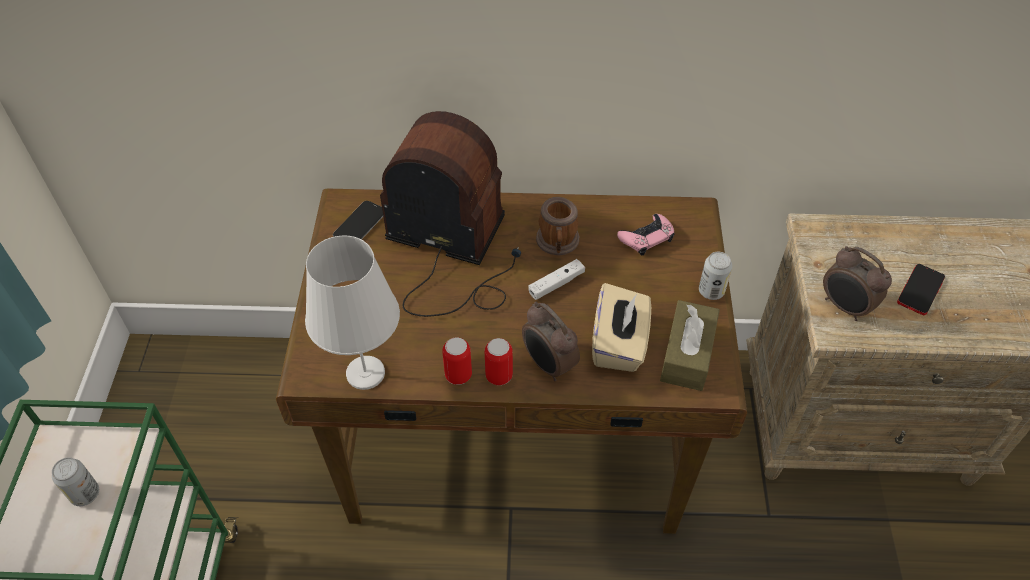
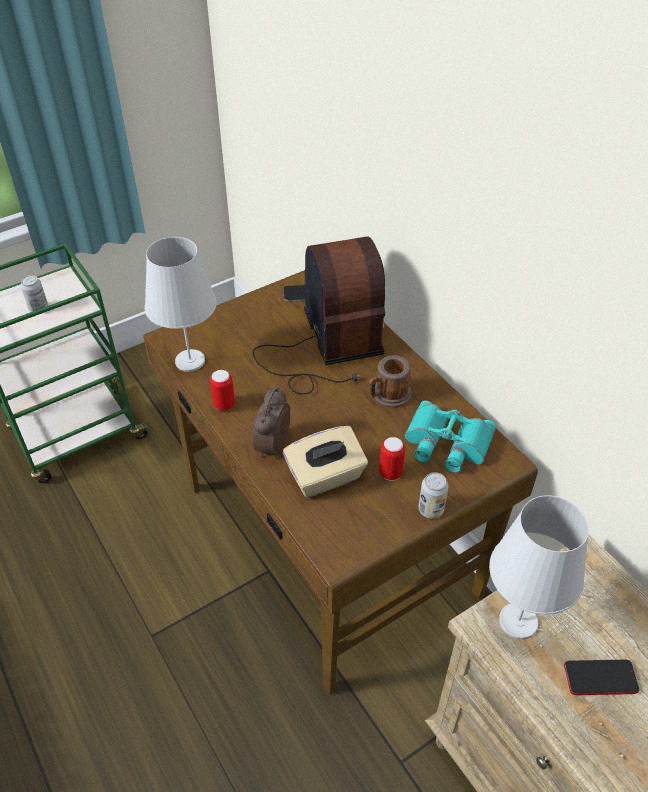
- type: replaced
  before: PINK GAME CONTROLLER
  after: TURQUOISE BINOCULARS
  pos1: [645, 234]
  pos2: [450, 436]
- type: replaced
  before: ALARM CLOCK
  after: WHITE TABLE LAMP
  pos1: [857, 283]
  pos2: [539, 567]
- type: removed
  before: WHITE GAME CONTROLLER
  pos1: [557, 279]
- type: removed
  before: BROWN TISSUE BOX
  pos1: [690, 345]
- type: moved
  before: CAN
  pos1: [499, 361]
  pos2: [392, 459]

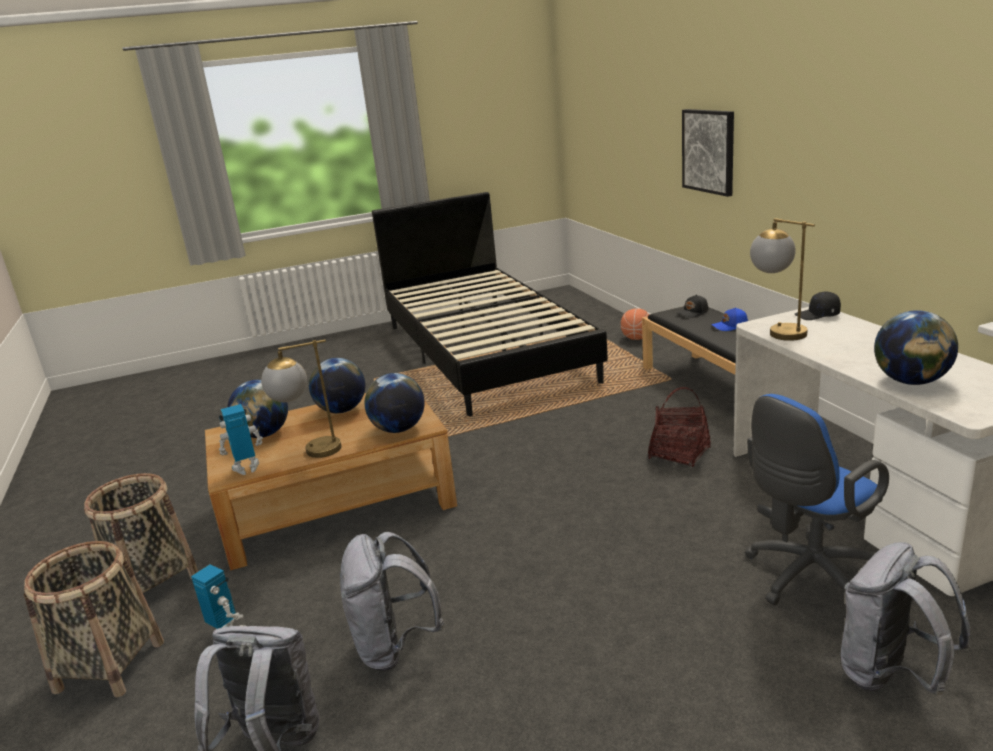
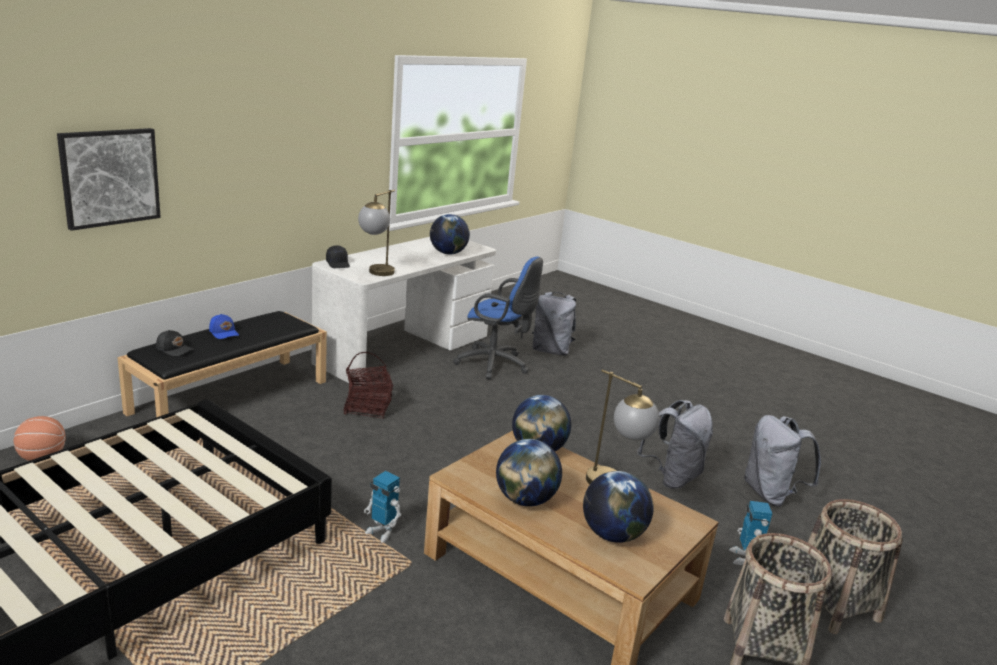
- type: moved
  before: TOY ROBOT
  pos1: [241, 439]
  pos2: [382, 507]

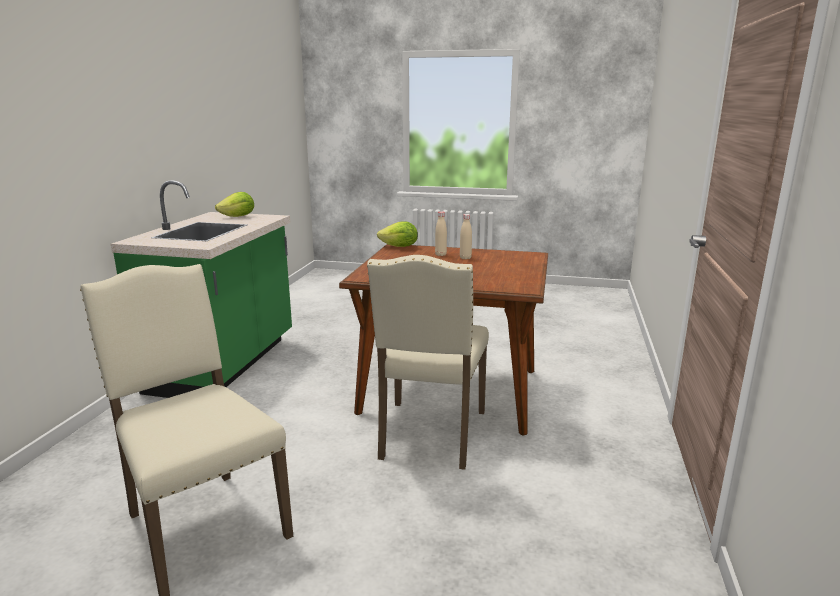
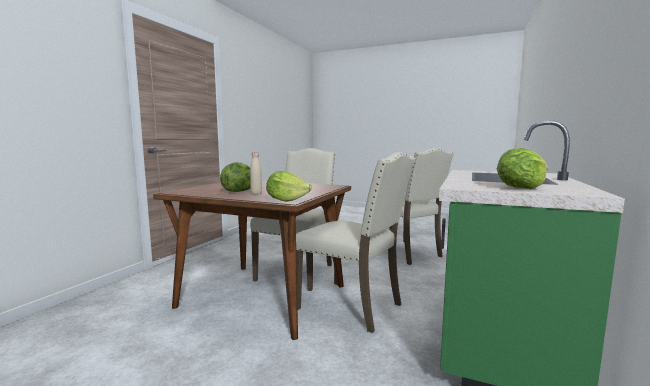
- type: replaced
  before: BEIGE BOTTLE
  after: LETTUCE
  pos1: [466, 236]
  pos2: [235, 177]
- type: added
  after: BEIGE CHAIR
  pos2: [356, 242]

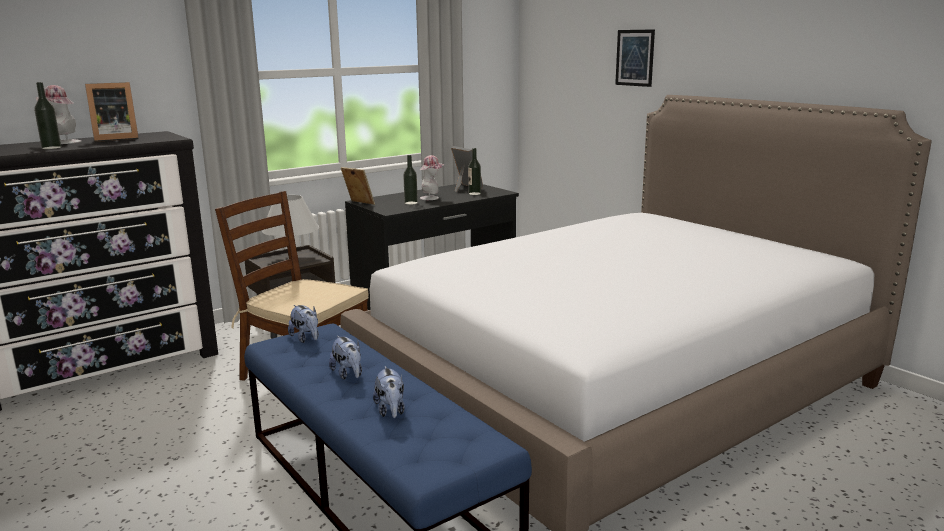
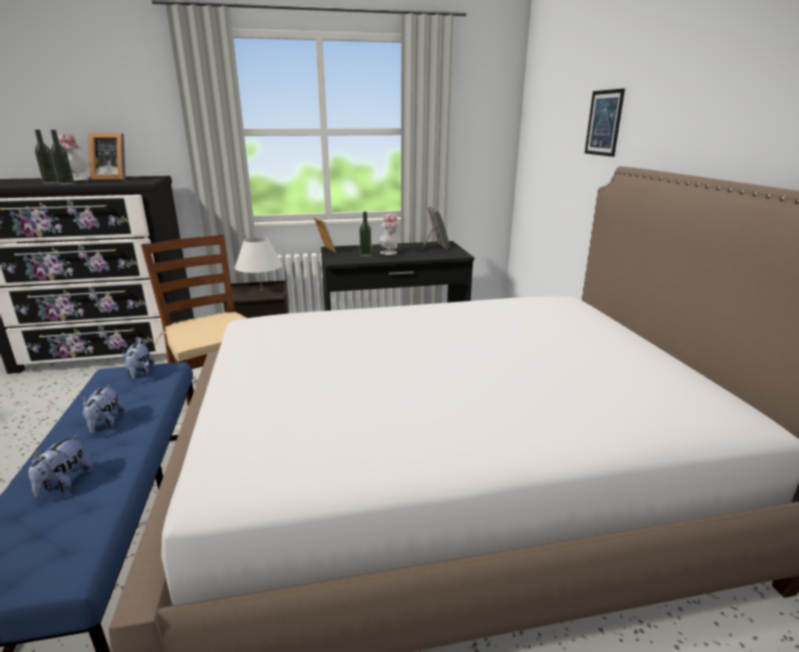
- type: moved
  before: BOTTLE
  pos1: [474, 171]
  pos2: [62, 157]

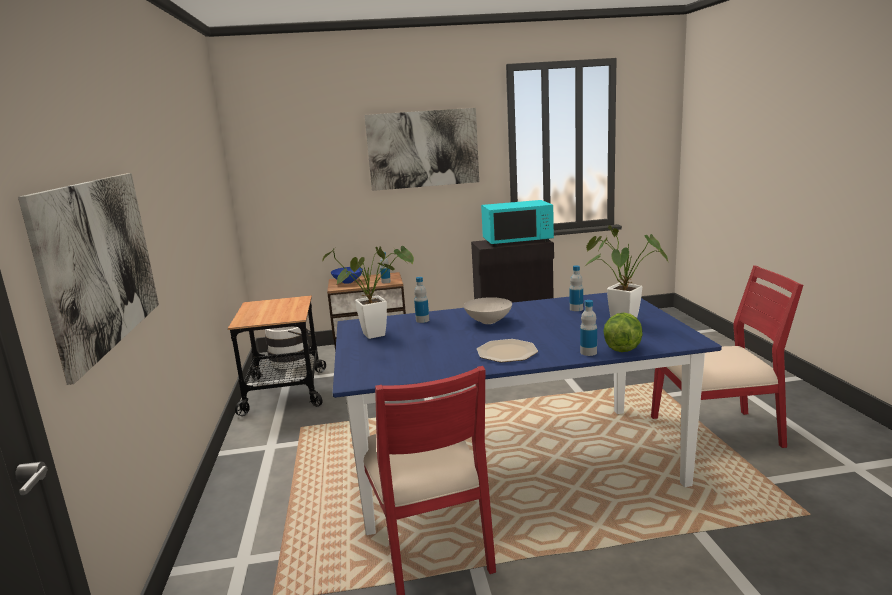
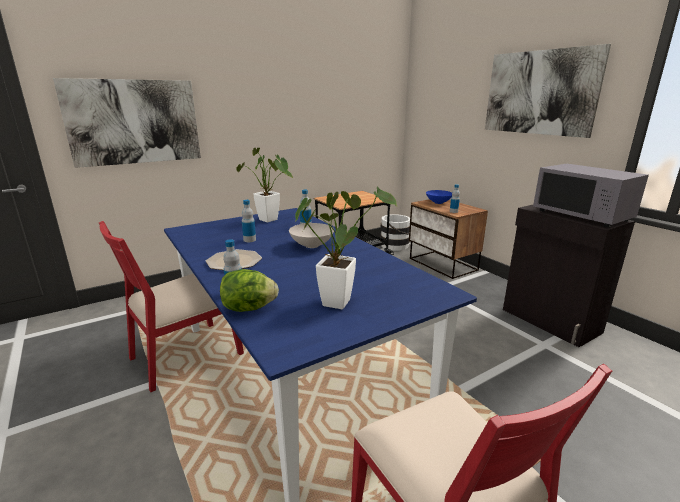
- type: recoloured
  before: TURQUOISE MICROWAVE
  after: GREY MICROWAVE
  pos1: [517, 223]
  pos2: [591, 195]
- type: moved
  before: BOTTLE
  pos1: [576, 288]
  pos2: [249, 221]

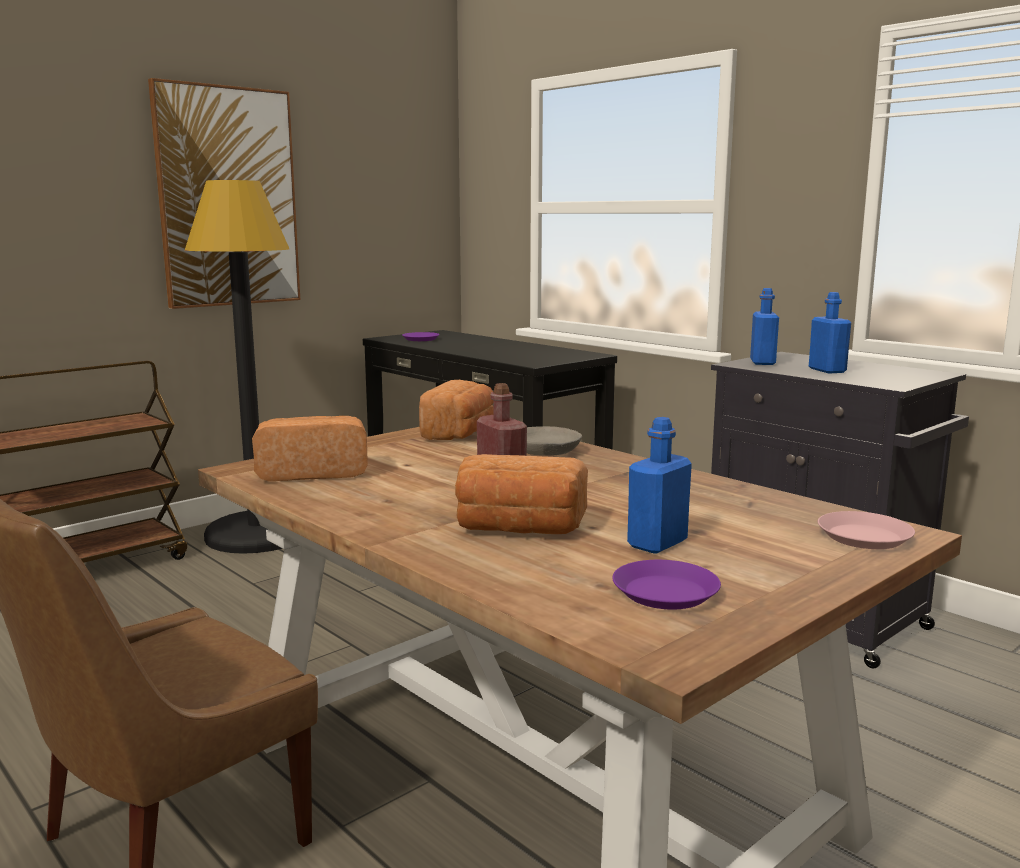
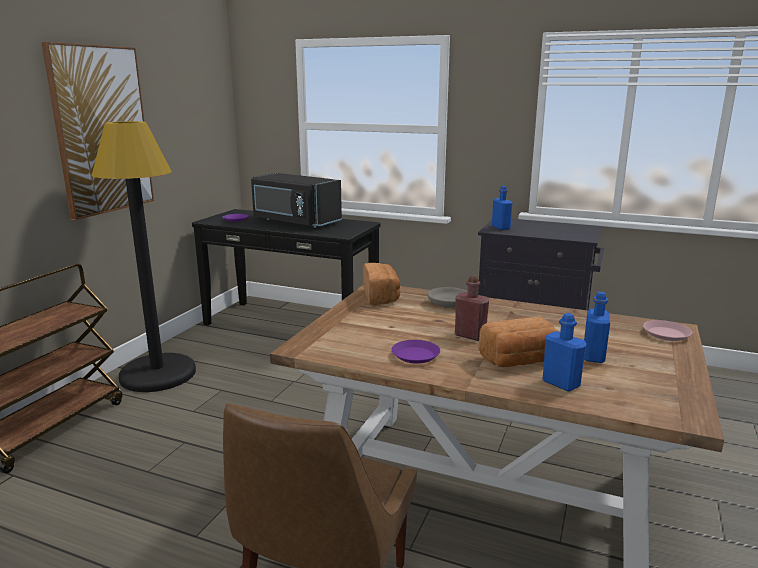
- type: moved
  before: BLUE BOTTLE
  pos1: [830, 332]
  pos2: [565, 352]
- type: removed
  before: BREAD
  pos1: [310, 448]
- type: moved
  before: PURPLE PLATE
  pos1: [666, 585]
  pos2: [416, 352]
- type: added
  after: BLACK MICROWAVE
  pos2: [296, 200]

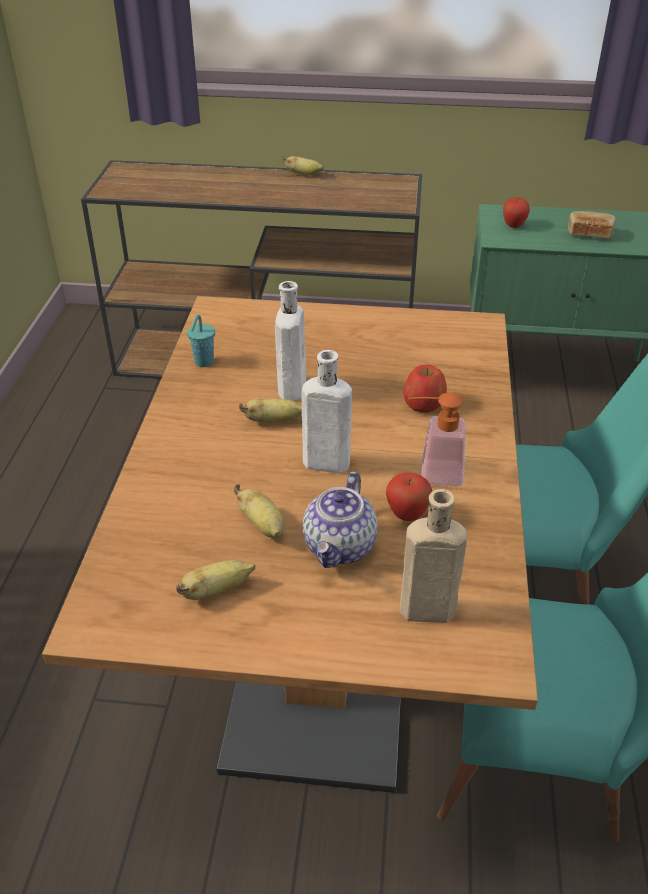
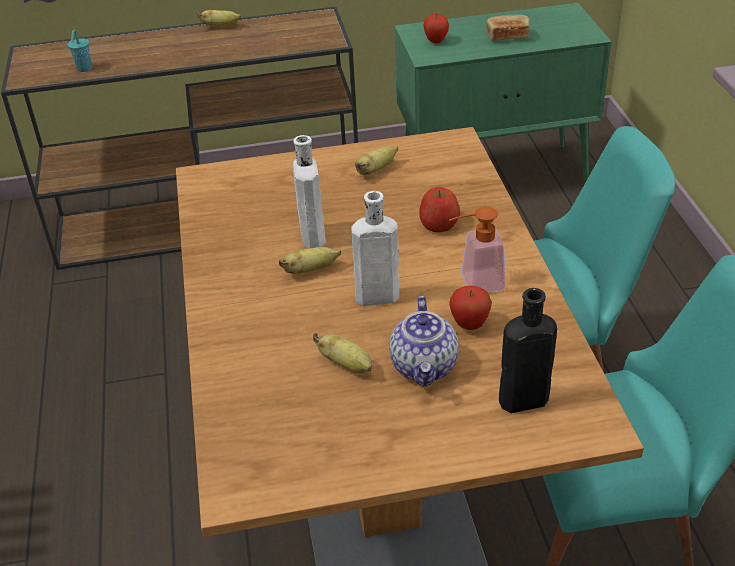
- type: moved
  before: TURQUOISE CUP
  pos1: [201, 341]
  pos2: [79, 50]
- type: recoloured
  before: BEIGE BOTTLE
  after: BLACK BOTTLE
  pos1: [433, 556]
  pos2: [528, 350]
- type: moved
  before: BANANA
  pos1: [215, 580]
  pos2: [376, 160]

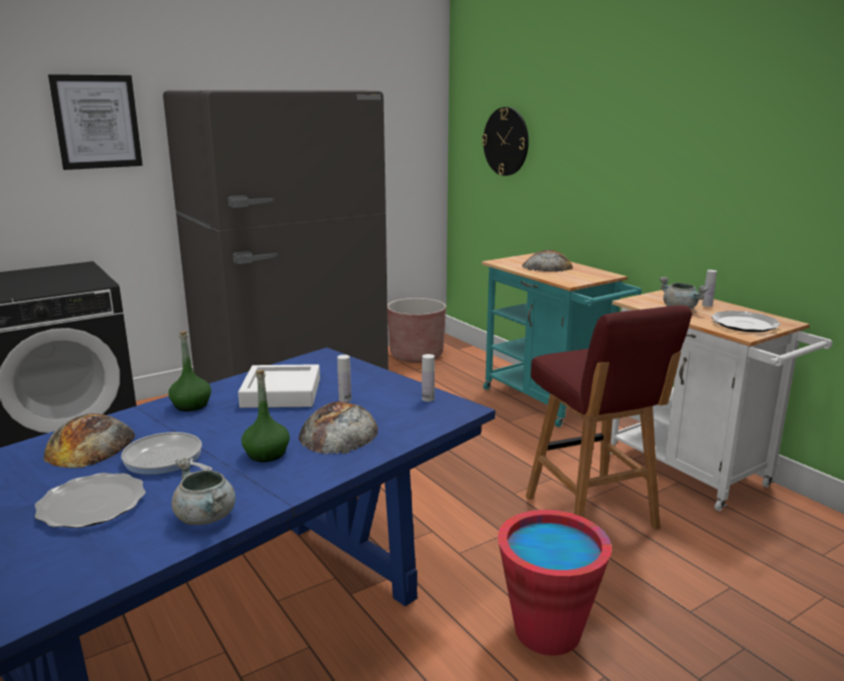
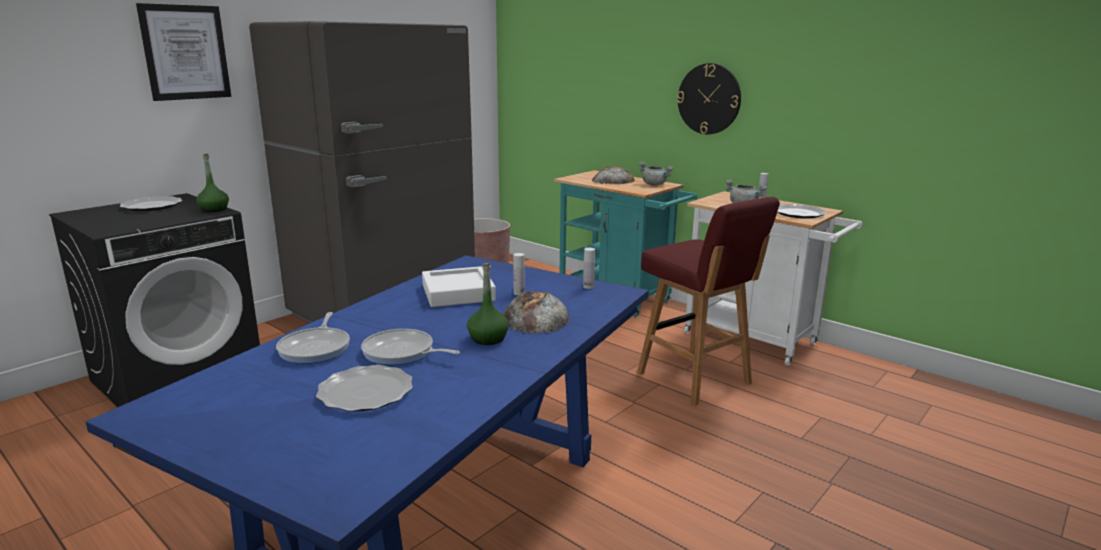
- type: moved
  before: WALL CLOCK
  pos1: [505, 141]
  pos2: [709, 98]
- type: moved
  before: GREEN BOTTLE
  pos1: [189, 371]
  pos2: [212, 182]
- type: replaced
  before: BREAD
  after: FRYING PAN
  pos1: [90, 440]
  pos2: [313, 338]
- type: moved
  before: GREY COOKING POT
  pos1: [203, 491]
  pos2: [656, 173]
- type: removed
  before: RED BUCKET
  pos1: [555, 582]
- type: added
  after: PLATE
  pos2: [151, 203]

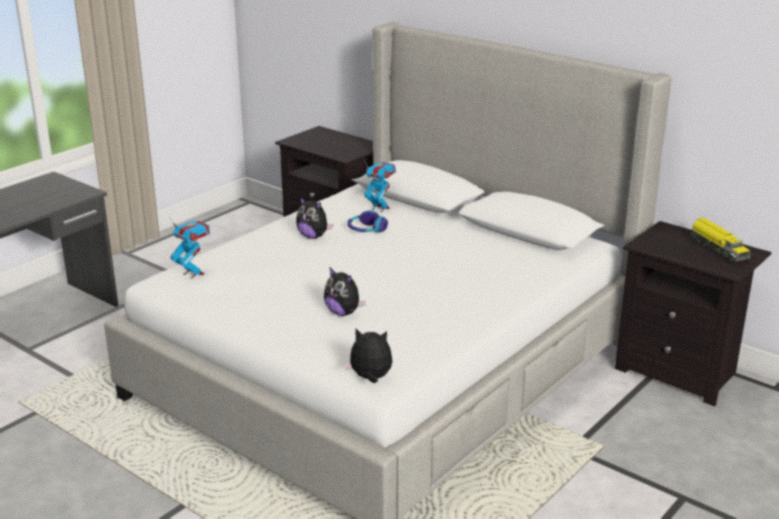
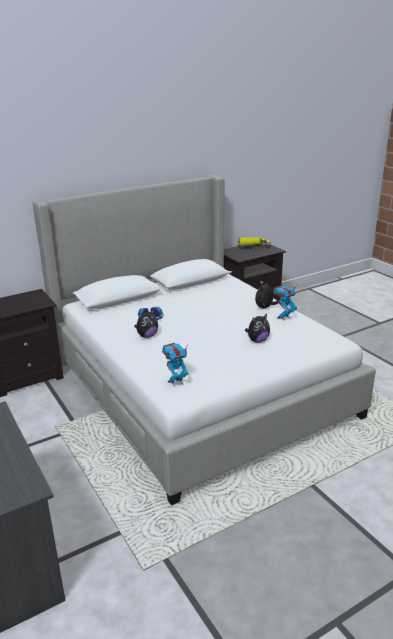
- type: moved
  before: TOY ROBOT
  pos1: [380, 185]
  pos2: [285, 303]
- type: moved
  before: PLUSH TOY
  pos1: [368, 356]
  pos2: [267, 295]

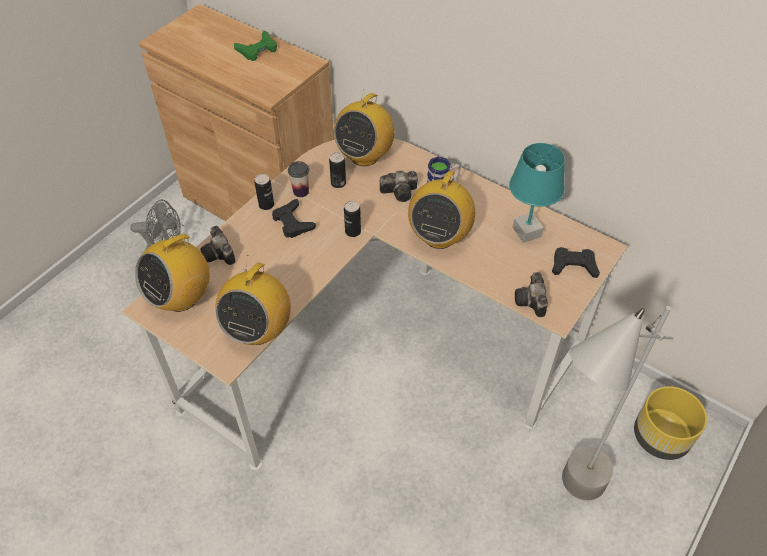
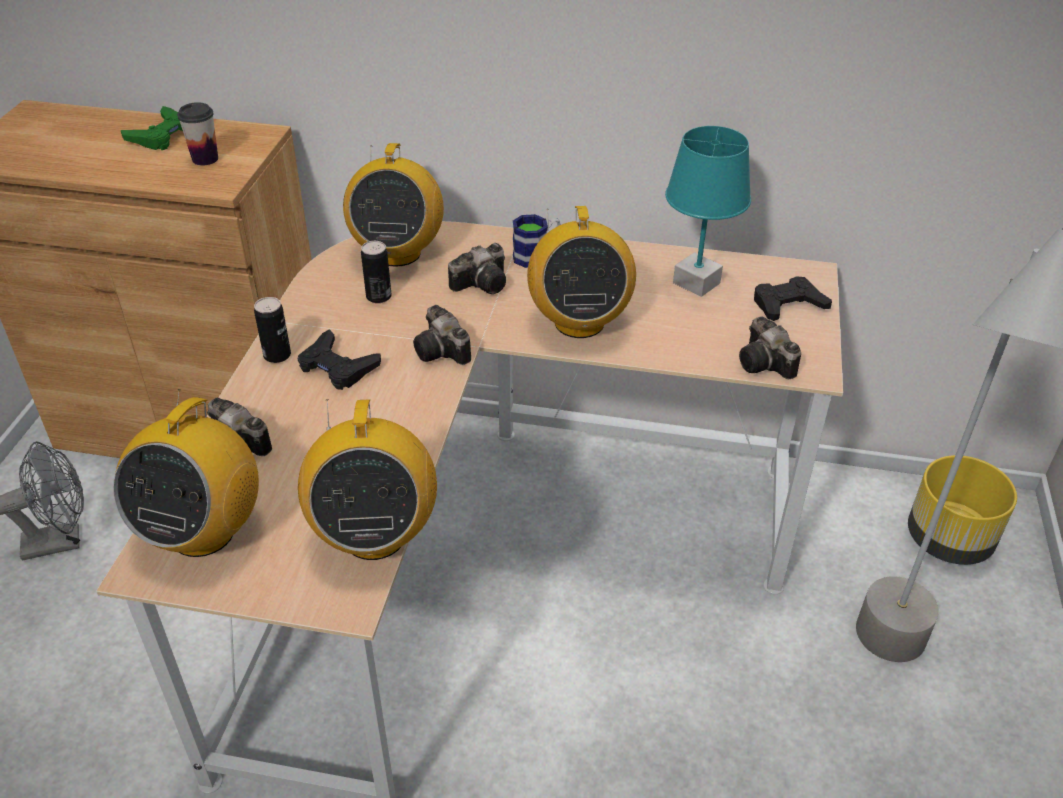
- type: moved
  before: CUP
  pos1: [298, 179]
  pos2: [197, 133]
- type: replaced
  before: CAN
  after: PHOTO CAMERA
  pos1: [352, 218]
  pos2: [442, 335]

